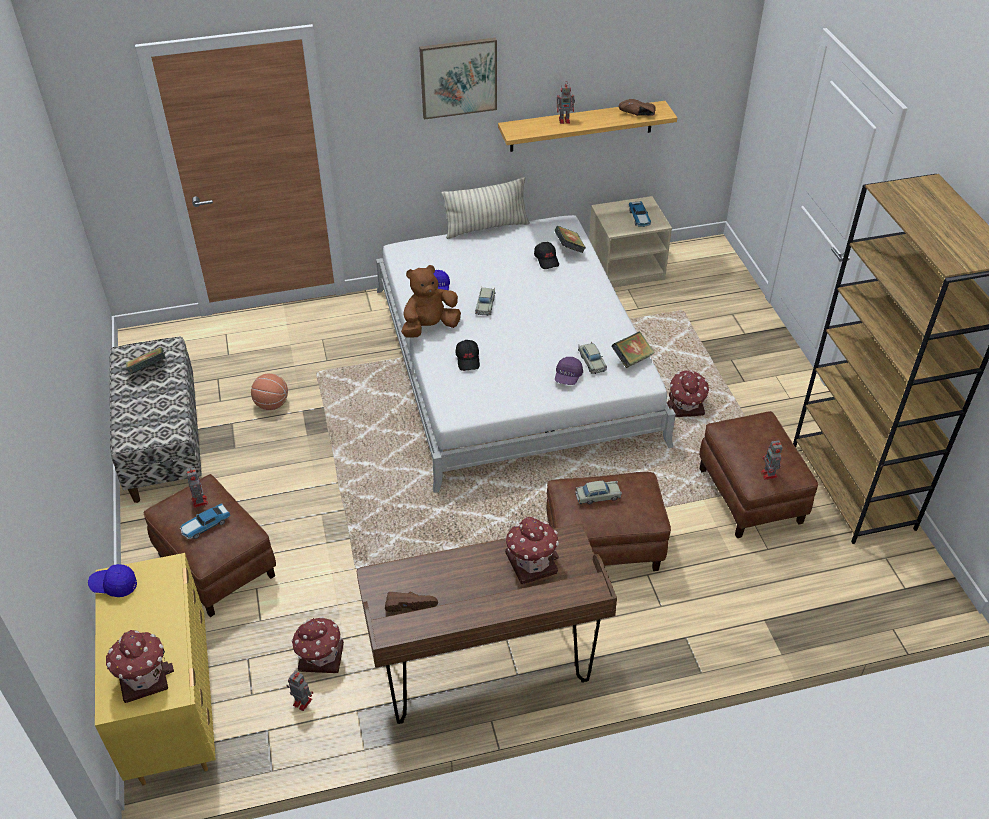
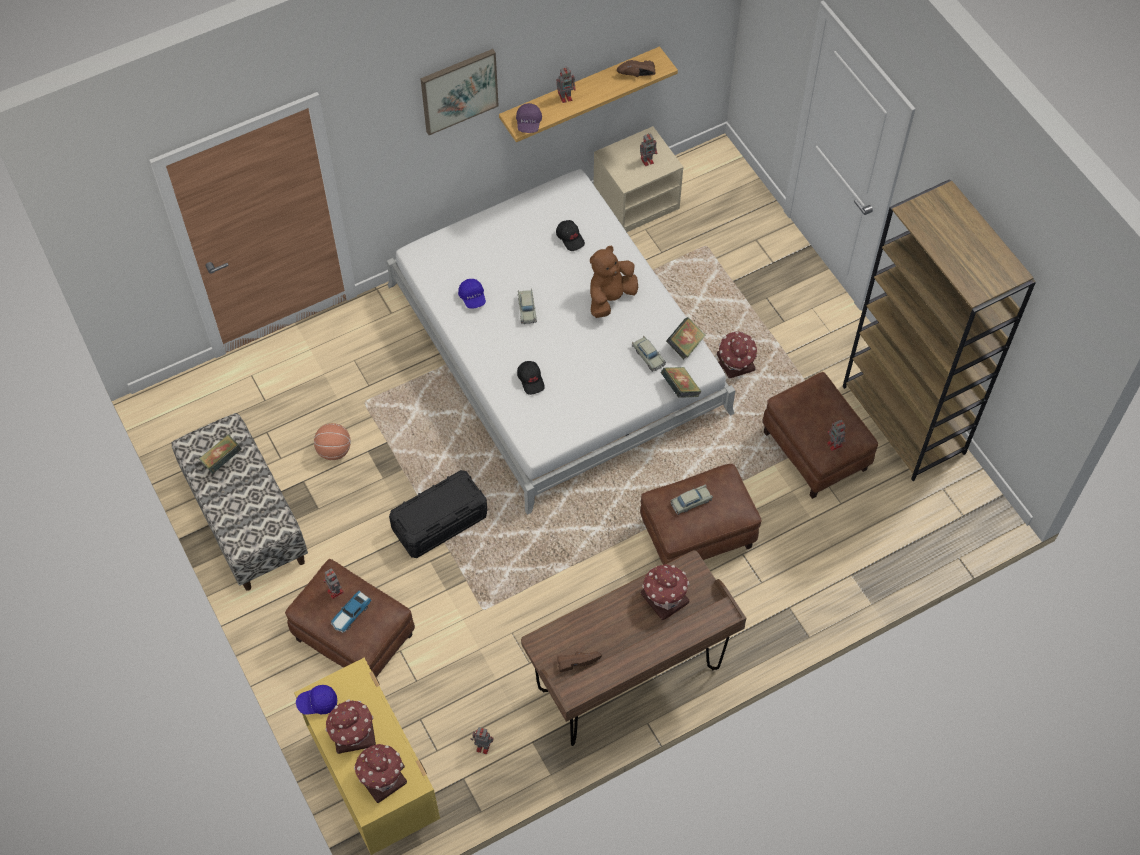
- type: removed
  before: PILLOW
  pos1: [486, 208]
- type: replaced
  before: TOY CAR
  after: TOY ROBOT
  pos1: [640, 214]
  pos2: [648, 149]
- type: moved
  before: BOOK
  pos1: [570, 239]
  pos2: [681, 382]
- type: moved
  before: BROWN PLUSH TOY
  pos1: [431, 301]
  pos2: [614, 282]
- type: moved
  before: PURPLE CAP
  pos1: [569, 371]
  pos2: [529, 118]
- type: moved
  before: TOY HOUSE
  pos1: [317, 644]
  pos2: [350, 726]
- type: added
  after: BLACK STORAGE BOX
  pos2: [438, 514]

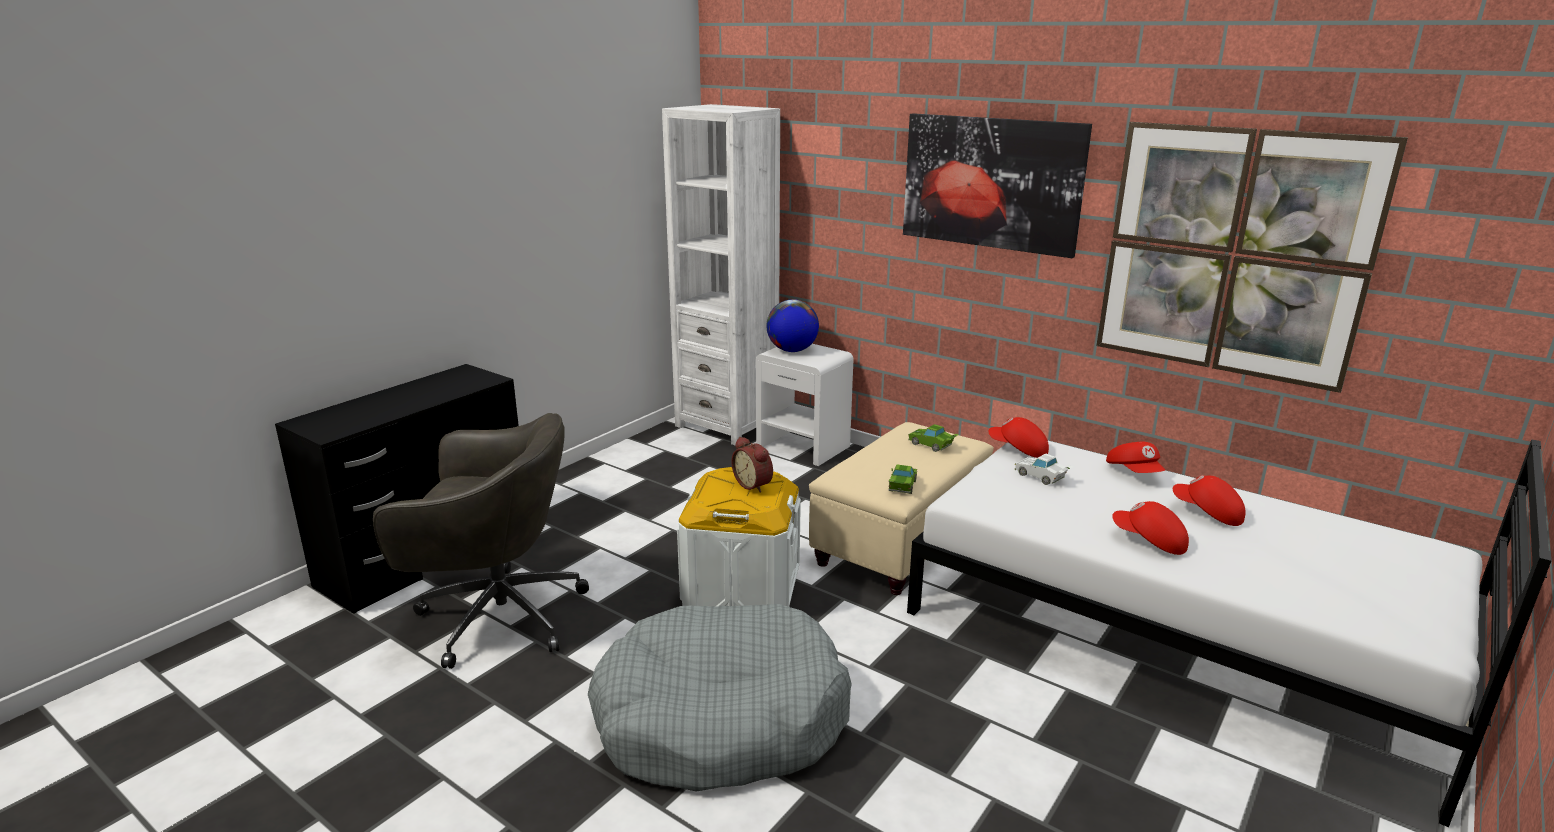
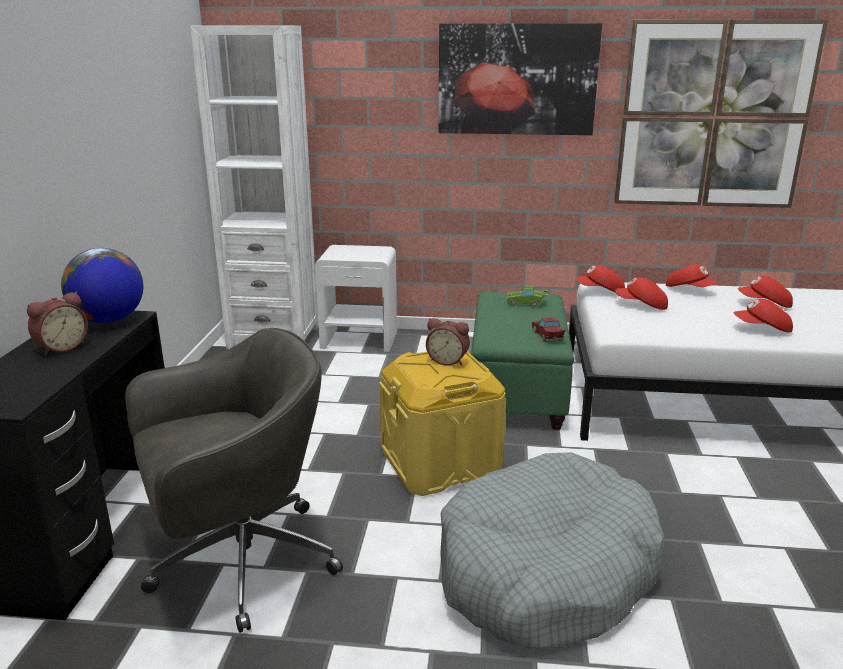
- type: moved
  before: GLOBE
  pos1: [792, 325]
  pos2: [102, 285]
- type: recoloured
  before: BEIGE OTTOMAN
  after: GREEN OTTOMAN
  pos1: [901, 508]
  pos2: [522, 361]
- type: replaced
  before: WHITE TOY CAR
  after: RED CAP
  pos1: [1044, 469]
  pos2: [641, 293]
- type: recoloured
  before: GREEN TOY CAR
  after: RED TOY CAR
  pos1: [903, 479]
  pos2: [549, 329]
- type: recoloured
  before: WHITE STORAGE BOX
  after: YELLOW STORAGE BOX
  pos1: [739, 537]
  pos2: [442, 423]
- type: added
  after: ALARM CLOCK
  pos2: [57, 323]

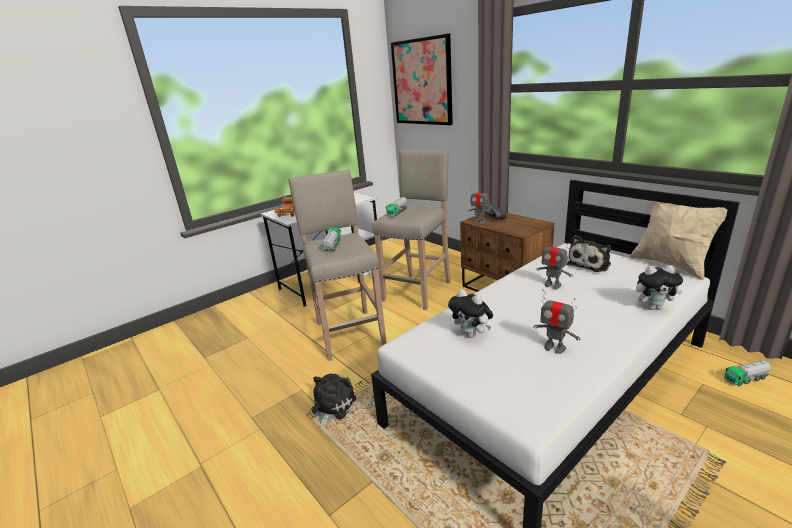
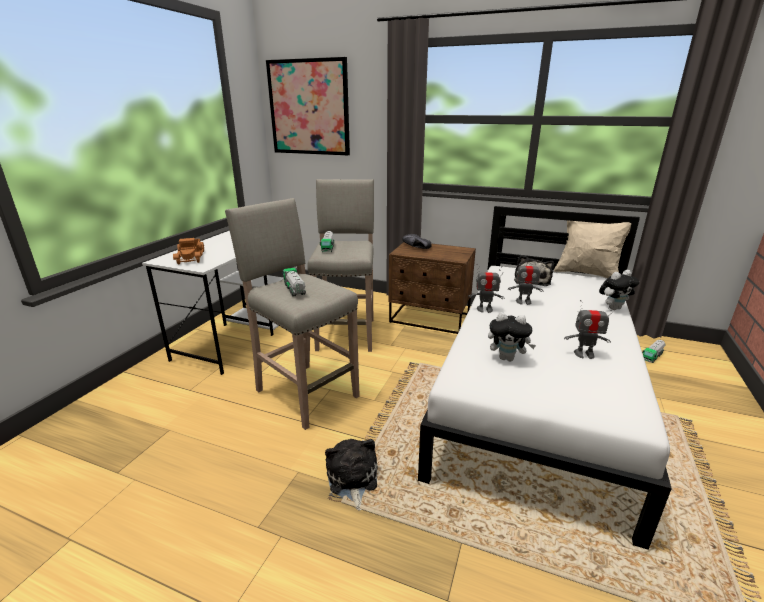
- type: moved
  before: TOY ROBOT
  pos1: [480, 206]
  pos2: [486, 288]

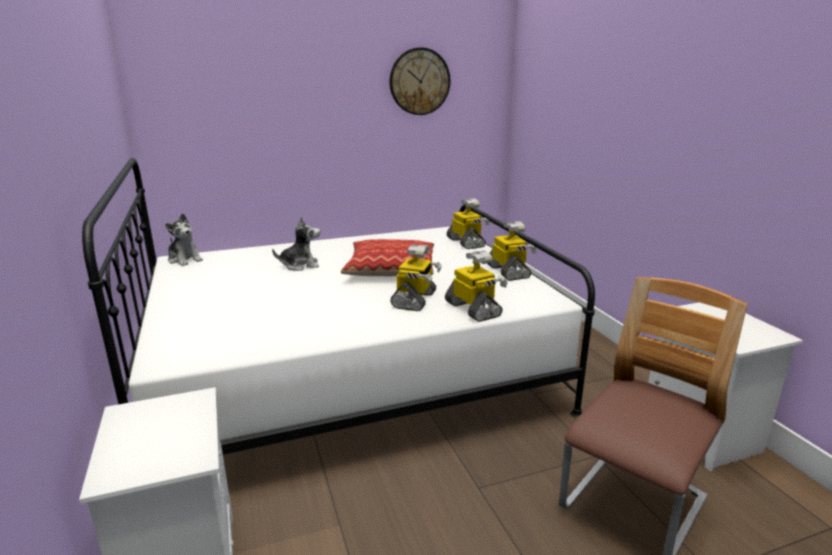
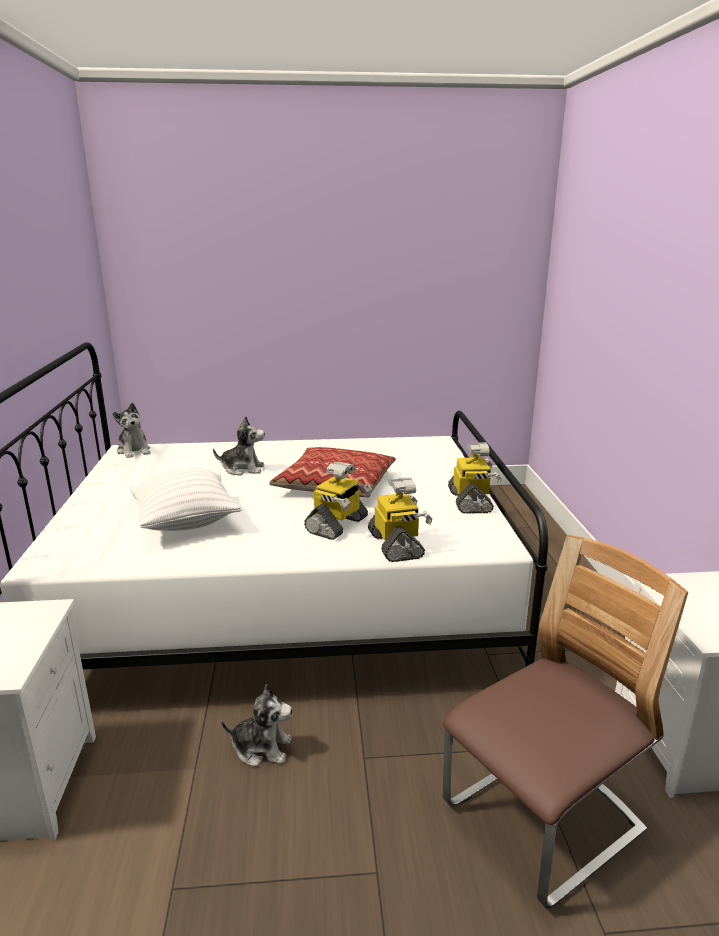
- type: removed
  before: WALL CLOCK
  pos1: [419, 81]
- type: removed
  before: TOY ROBOT
  pos1: [468, 223]
- type: added
  after: WHITE PILLOW
  pos2: [185, 499]
- type: added
  after: PLUSH TOY
  pos2: [256, 725]

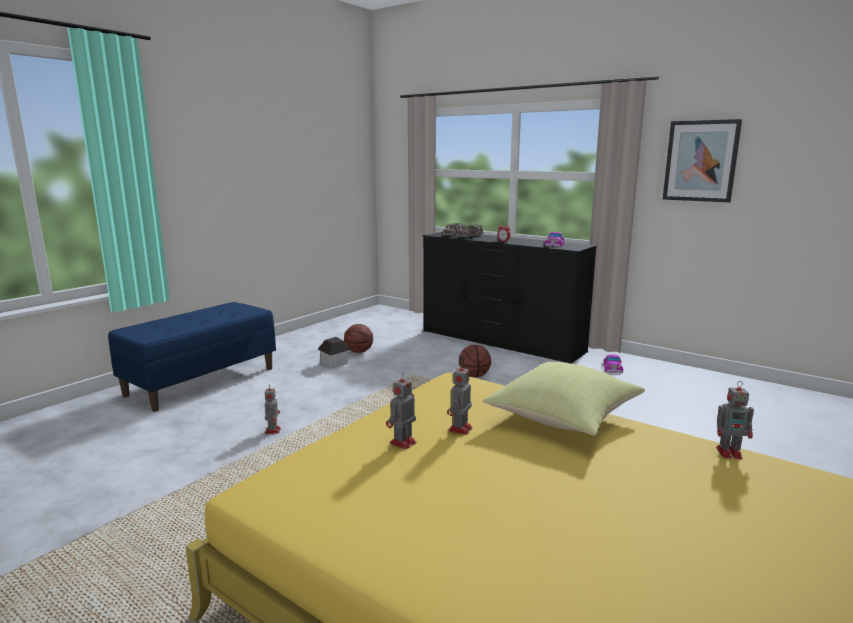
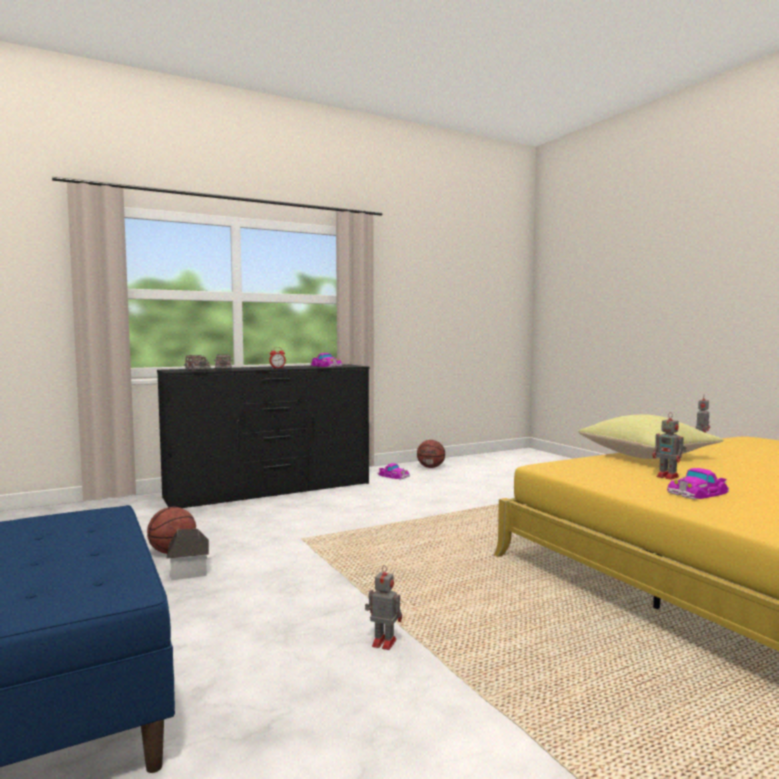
- type: removed
  before: PICTURE
  pos1: [702, 160]
- type: moved
  before: BASKETBALL
  pos1: [475, 361]
  pos2: [431, 454]
- type: replaced
  before: TOY ROBOT
  after: TOY CAR
  pos1: [401, 411]
  pos2: [698, 483]

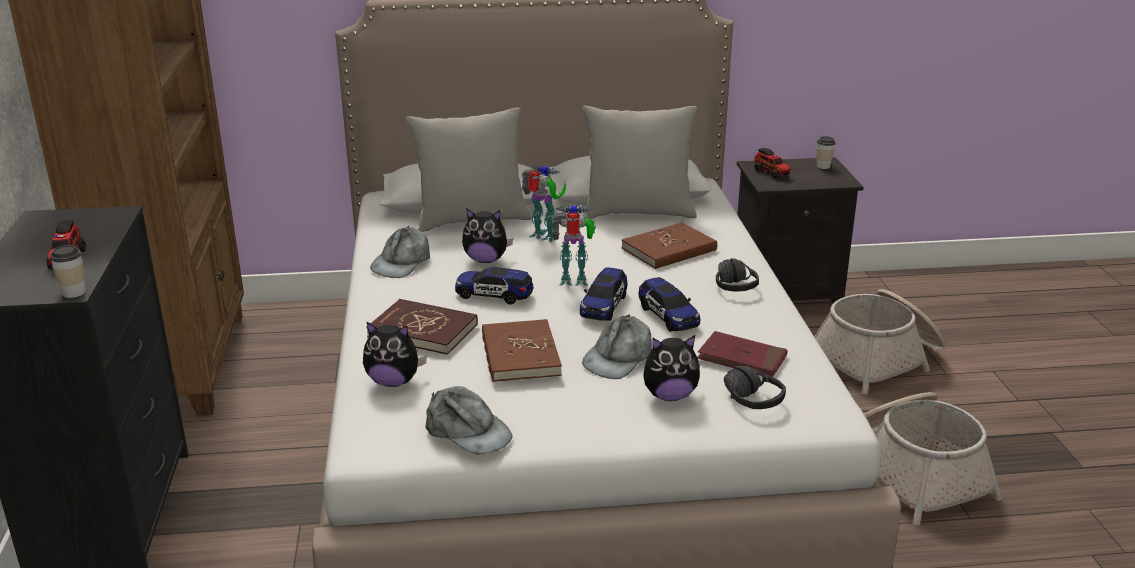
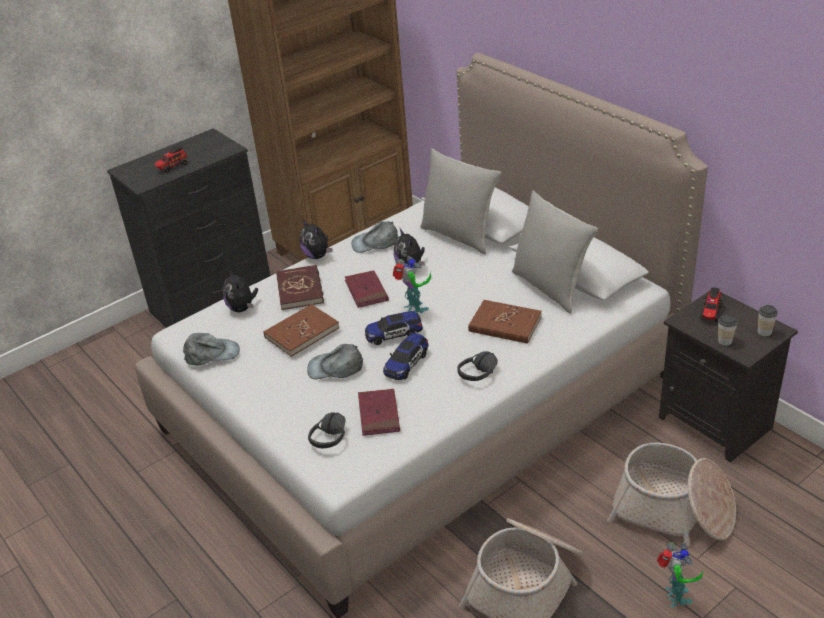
- type: moved
  before: TOY ROBOT
  pos1: [543, 203]
  pos2: [680, 575]
- type: moved
  before: CUP
  pos1: [68, 271]
  pos2: [728, 330]
- type: replaced
  before: TOY CAR
  after: RED BOOK
  pos1: [494, 285]
  pos2: [367, 289]
- type: moved
  before: PLUSH TOY
  pos1: [671, 368]
  pos2: [316, 239]
- type: turned
  before: GREY CAP
  pos1: [468, 420]
  pos2: [211, 349]
  turn: -105

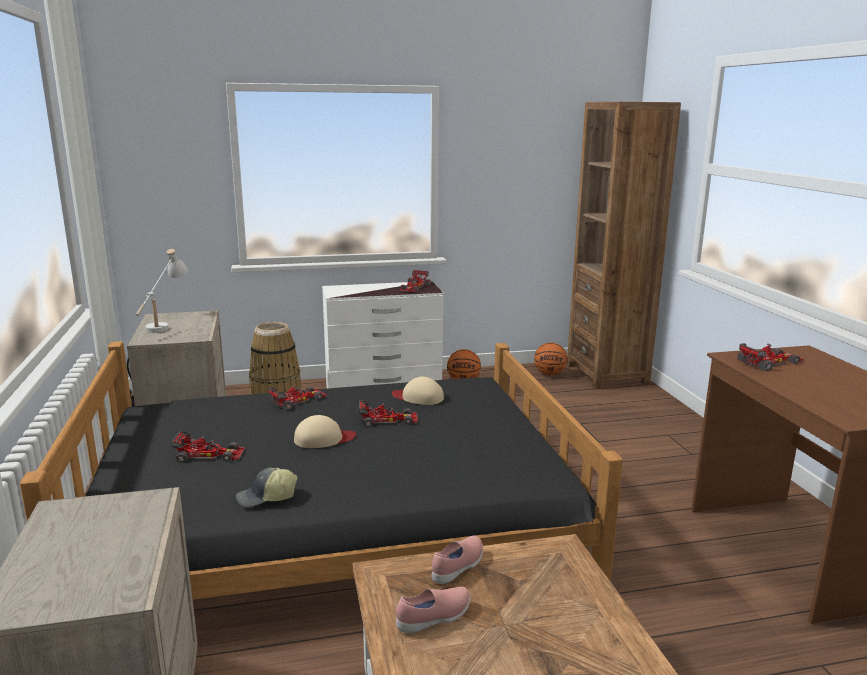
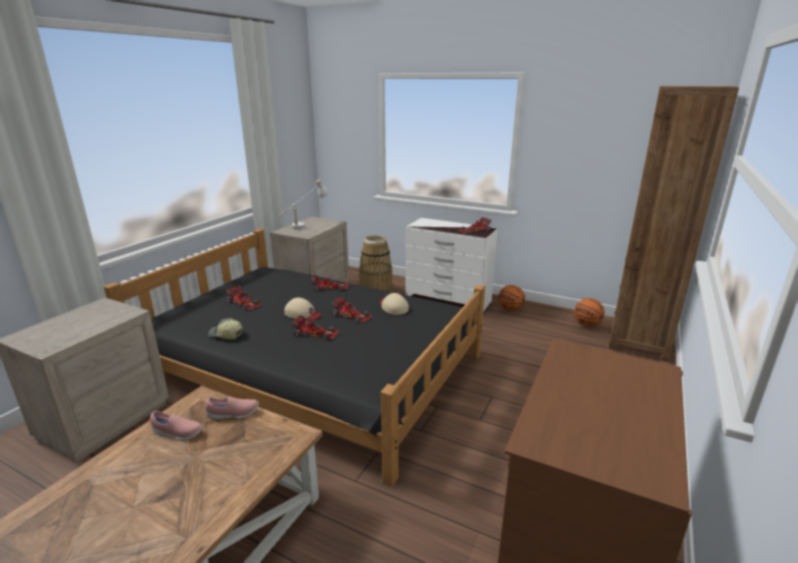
- type: moved
  before: TOY CAR
  pos1: [770, 357]
  pos2: [315, 328]

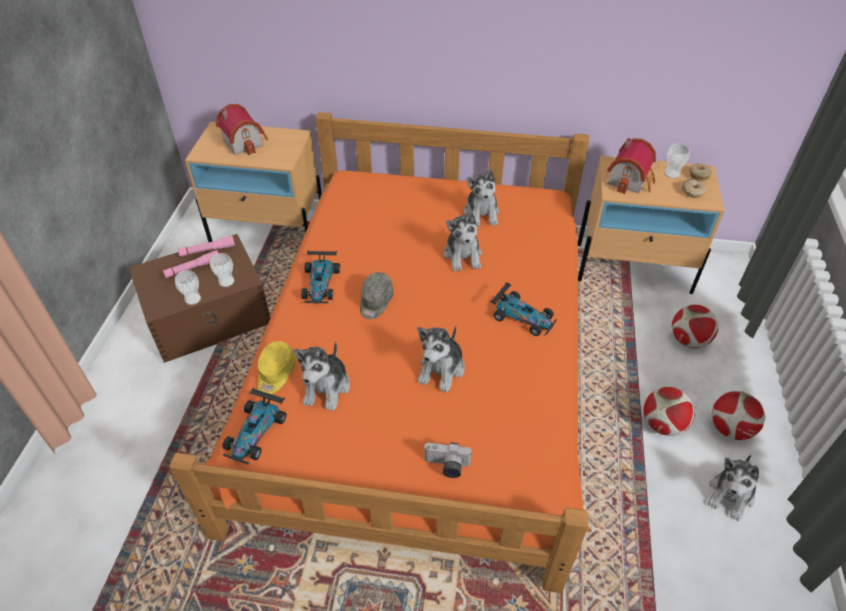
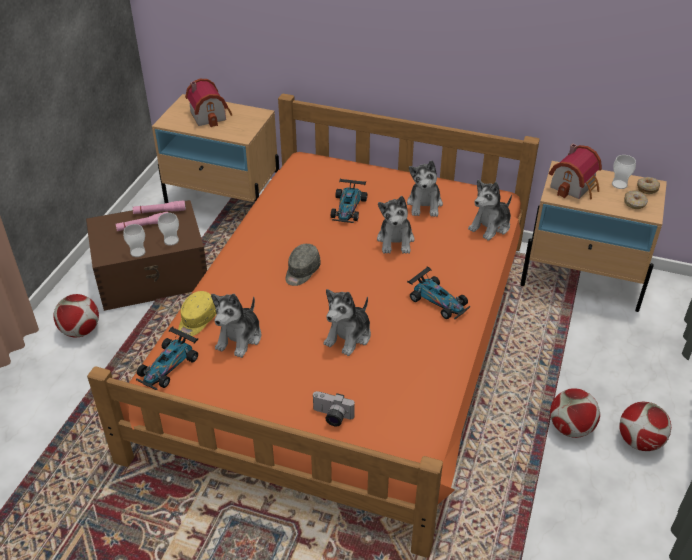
- type: moved
  before: TOY CAR
  pos1: [320, 277]
  pos2: [349, 200]
- type: moved
  before: FOOTBALL
  pos1: [695, 326]
  pos2: [76, 315]
- type: moved
  before: PLUSH TOY
  pos1: [733, 488]
  pos2: [490, 210]

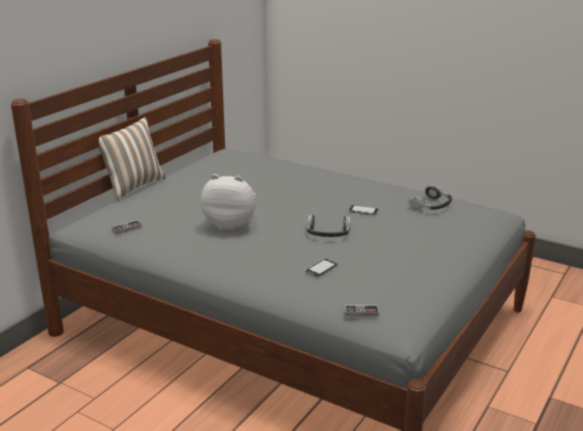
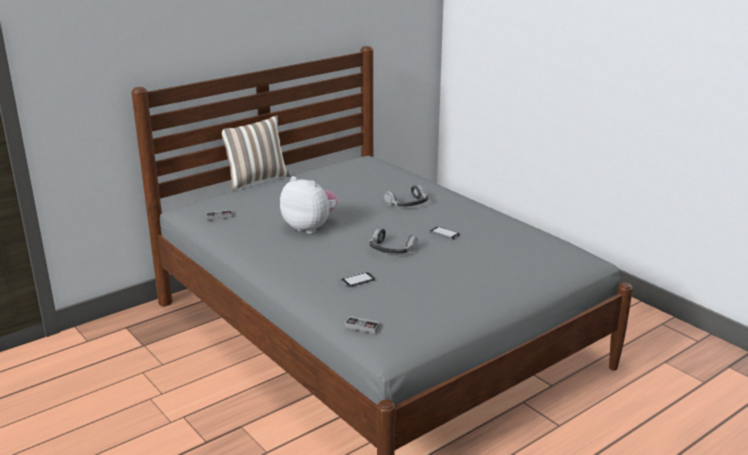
- type: moved
  before: HEADPHONES
  pos1: [430, 197]
  pos2: [406, 196]

